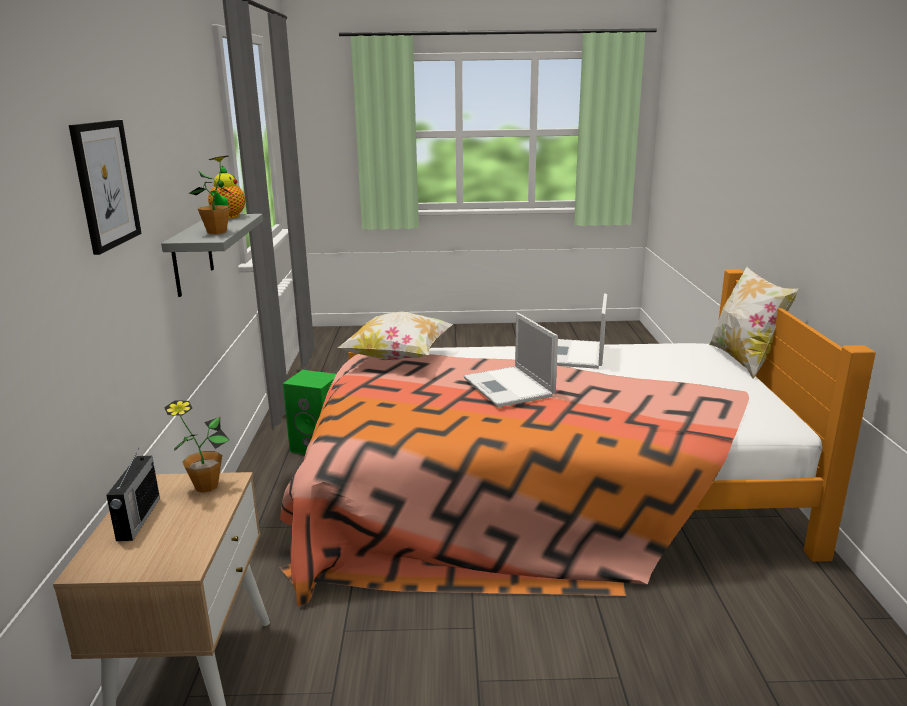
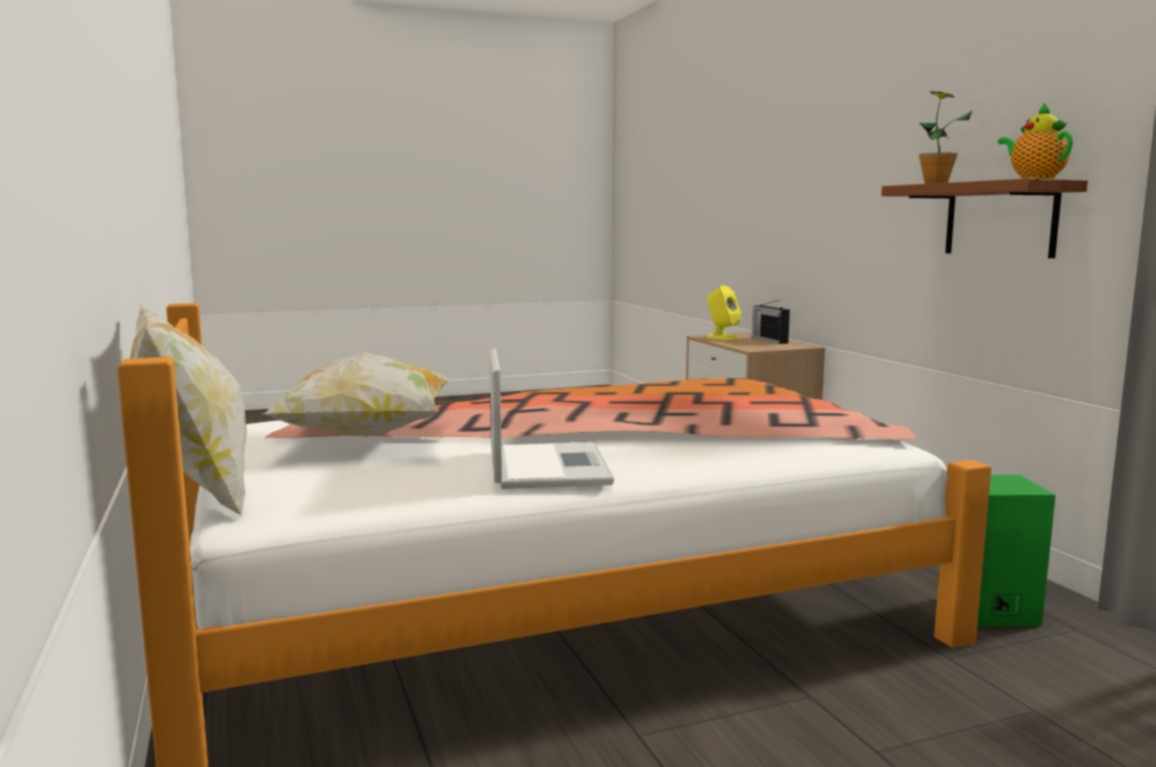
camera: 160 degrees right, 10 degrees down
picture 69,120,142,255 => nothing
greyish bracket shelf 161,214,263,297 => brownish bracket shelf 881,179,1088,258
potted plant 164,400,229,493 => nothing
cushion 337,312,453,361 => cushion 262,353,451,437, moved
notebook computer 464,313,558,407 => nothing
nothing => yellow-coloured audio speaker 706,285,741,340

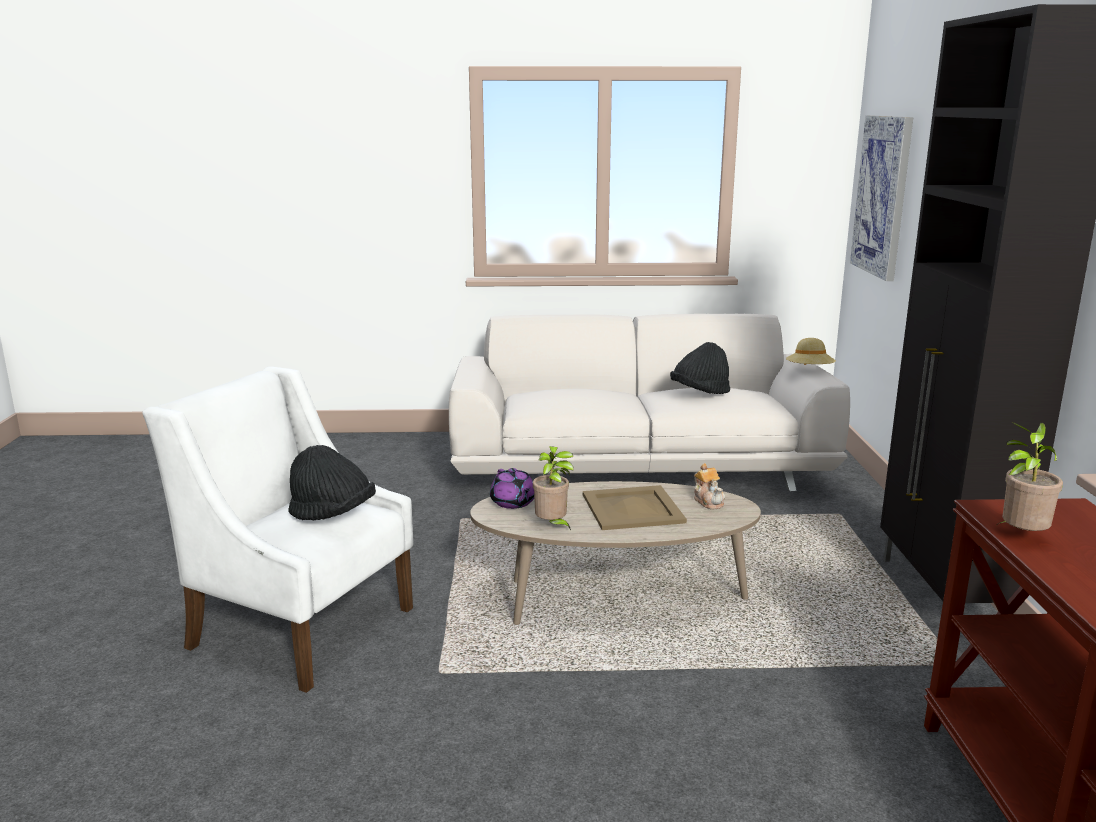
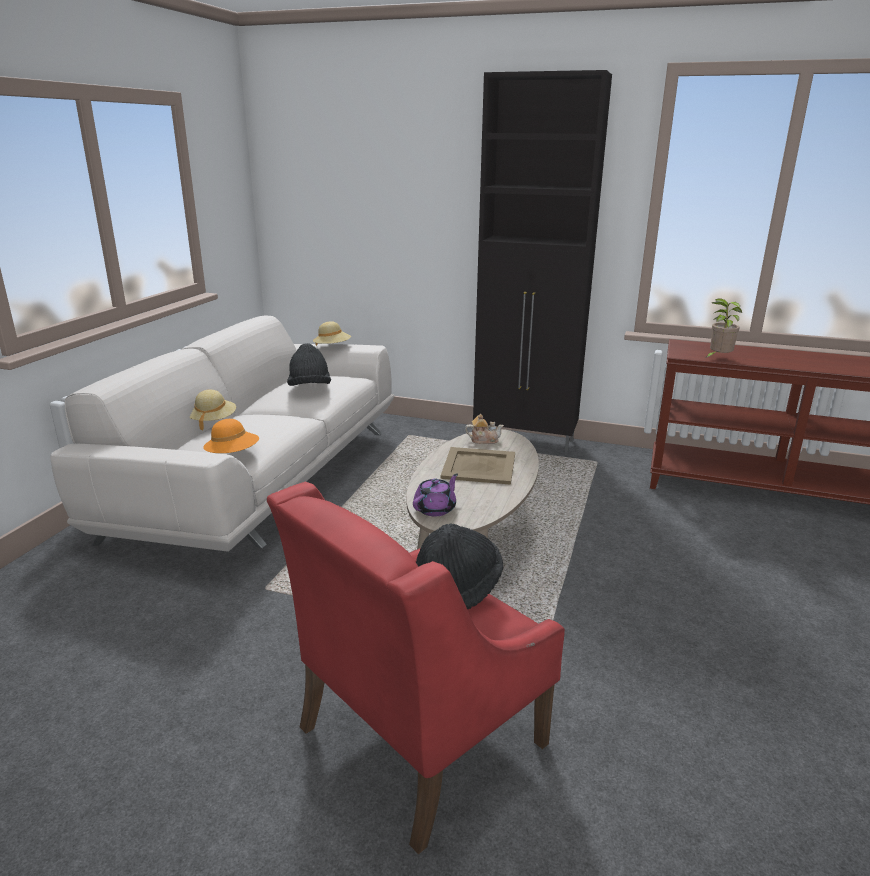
camera: 70 degrees left, 5 degrees up
white-coloured easy chair 142,366,413,693 => red easy chair 267,481,565,855
purple pot for tea 490,468,534,509 => purple pot for tea 413,474,458,516, 45 degrees counterclockwise
potted plant 533,446,574,530 => nothing
picture 850,116,913,281 => nothing
nothing => beige-coloured hat 189,390,236,431
nothing => orange-coloured hat 203,419,259,453

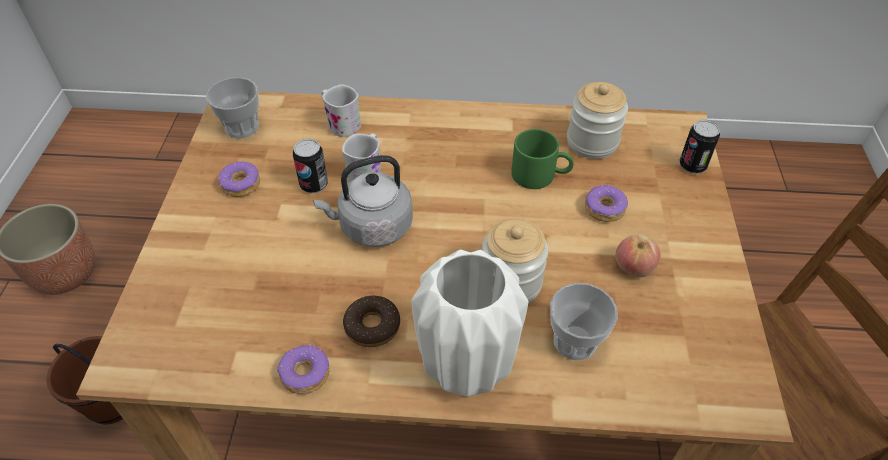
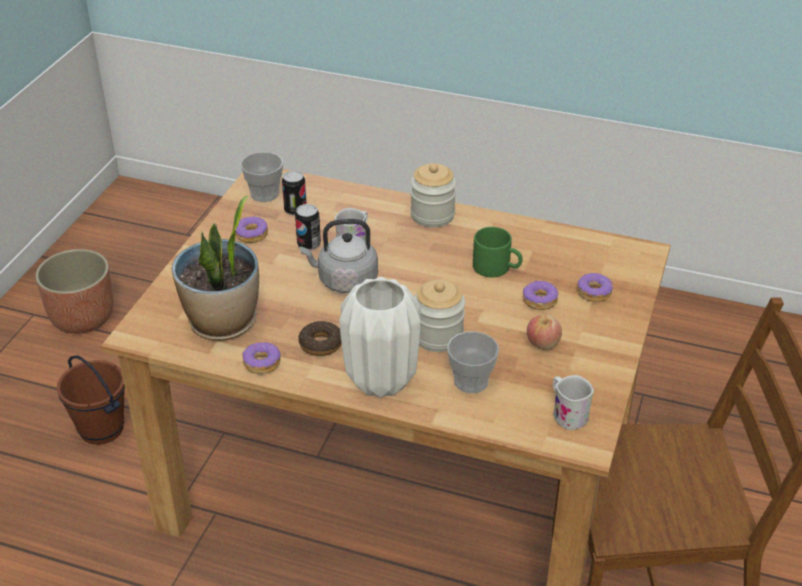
camera: 15 degrees right, 10 degrees down
white-coloured mug 321,84,361,137 => white-coloured mug 553,375,594,430, moved
preserve jar 567,82,628,159 => preserve jar 411,163,456,227, moved
can 679,120,720,174 => can 282,171,307,216, moved
nothing => potted plant 172,195,259,341
nothing => ring doughnut 577,273,613,302

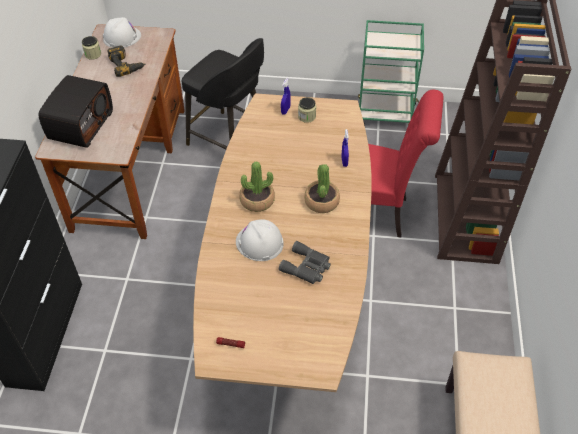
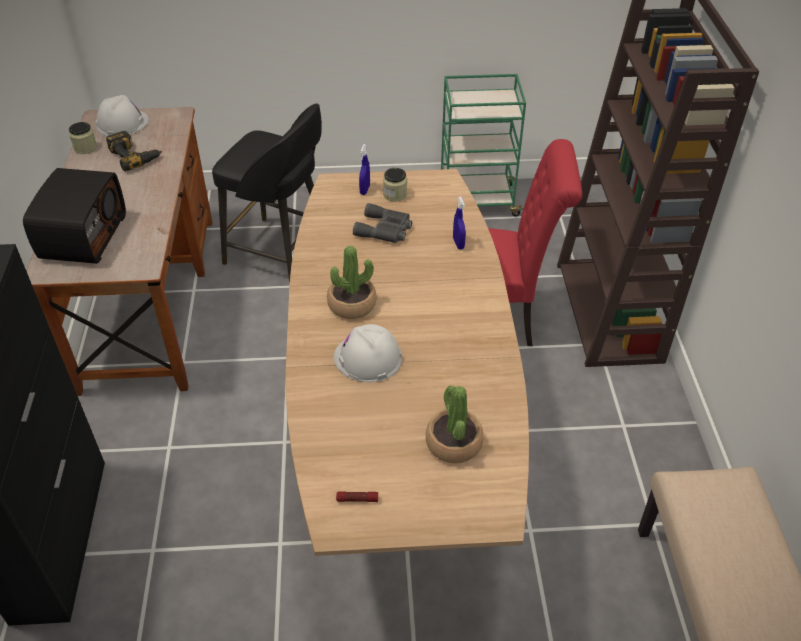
camera: 10 degrees left, 5 degrees down
greyish field glasses 279,241,331,284 => greyish field glasses 353,203,412,243, moved
potted plant 304,164,340,213 => potted plant 426,385,483,463, moved

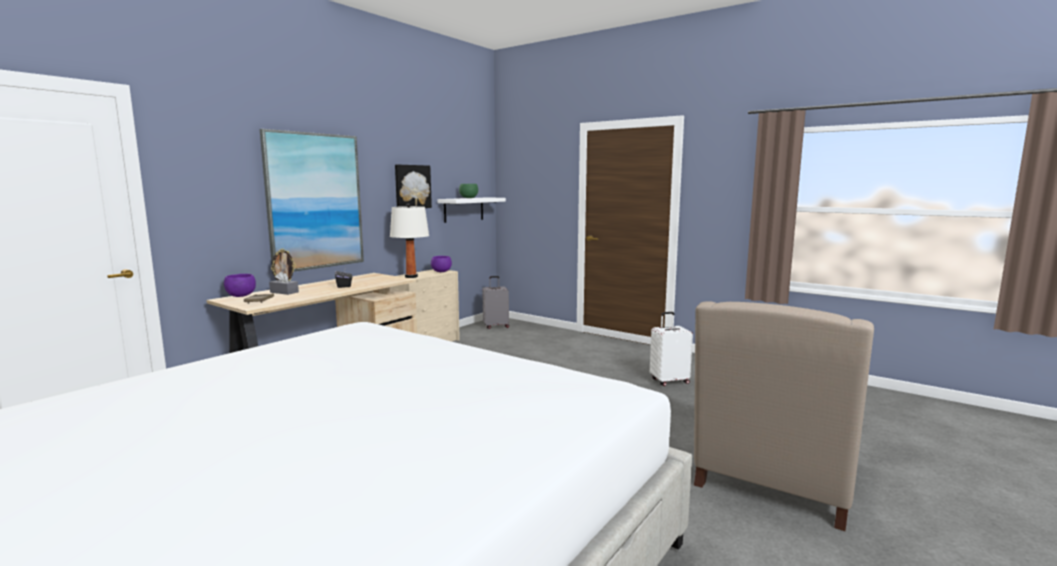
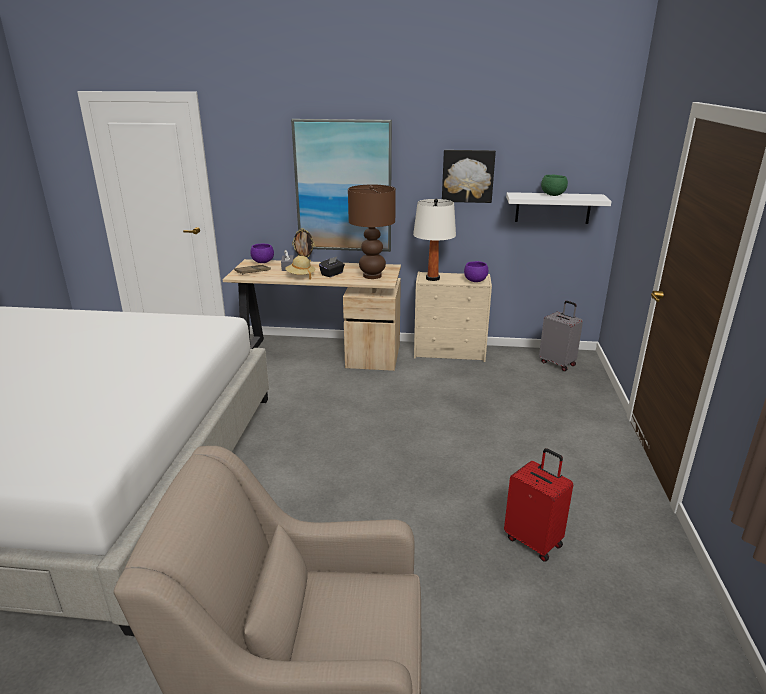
camera: 60 degrees right, 15 degrees up
white-coloured travel case 650,312,693,386 => red travel case 504,448,573,562
nothing => beige-coloured hat 285,256,315,279
nothing => brownish lamp for a table 348,185,396,279

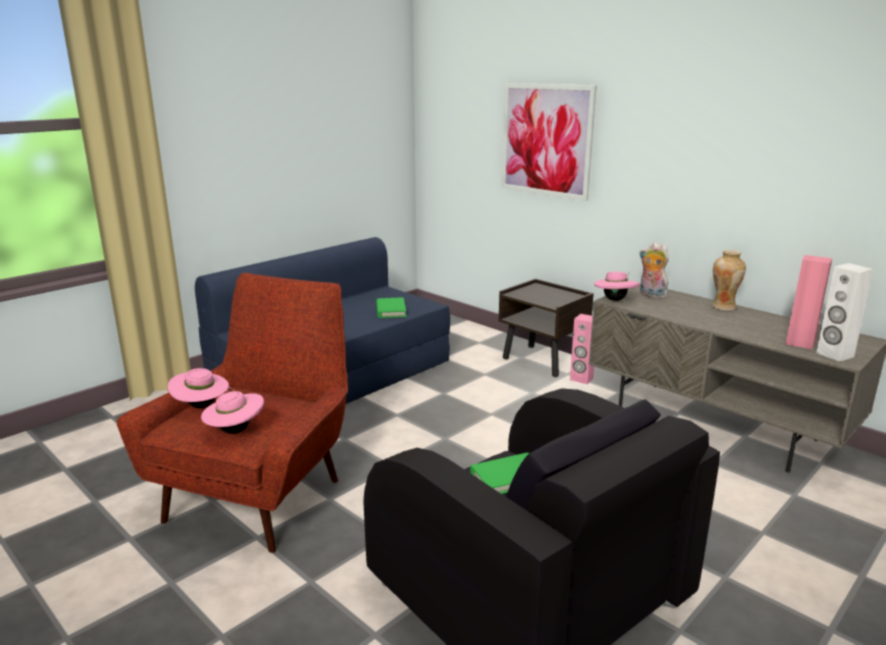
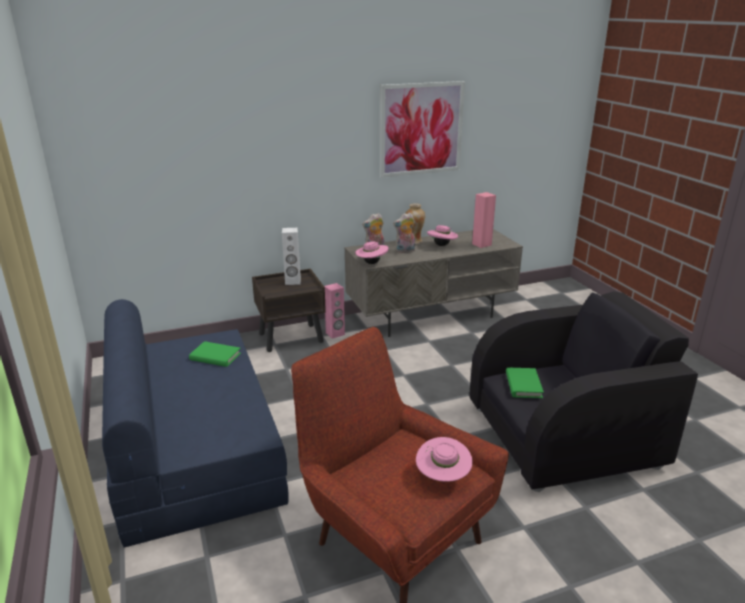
camera: 65 degrees left, 5 degrees up
pink-coloured hat 168,368,229,408 => pink-coloured hat 427,225,458,246, moved
picture 501,83,597,201 => picture 380,81,465,178, moved
white-coloured audio speaker 816,263,873,362 => white-coloured audio speaker 282,228,301,285, moved
nothing => soft toy 393,213,415,253

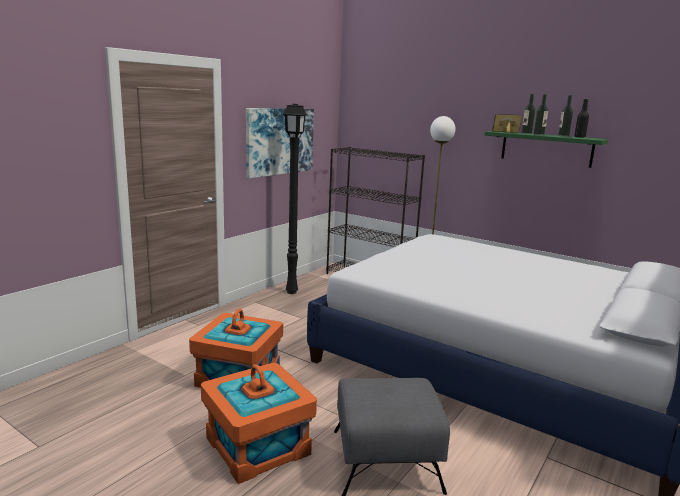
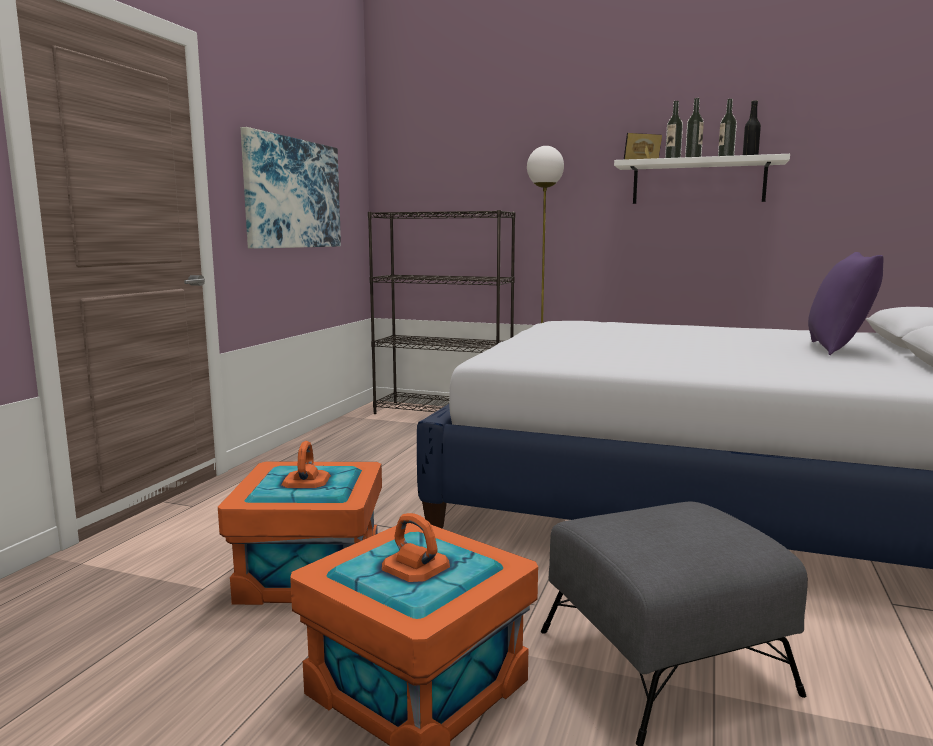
camera: 15 degrees left, 5 degrees down
black-coloured standing lamp 282,104,308,294 => nothing
green bracket shelf 484,131,608,168 => white-coloured bracket shelf 614,154,790,204
nothing => purple cushion 808,252,884,355

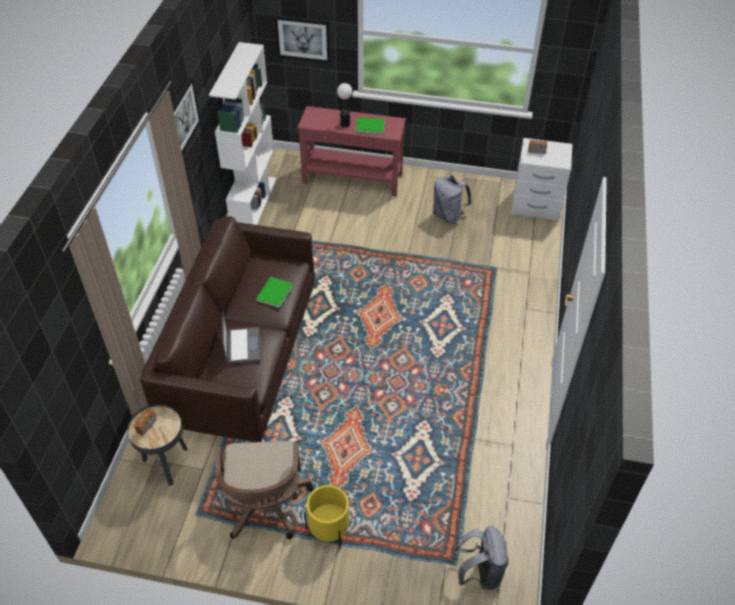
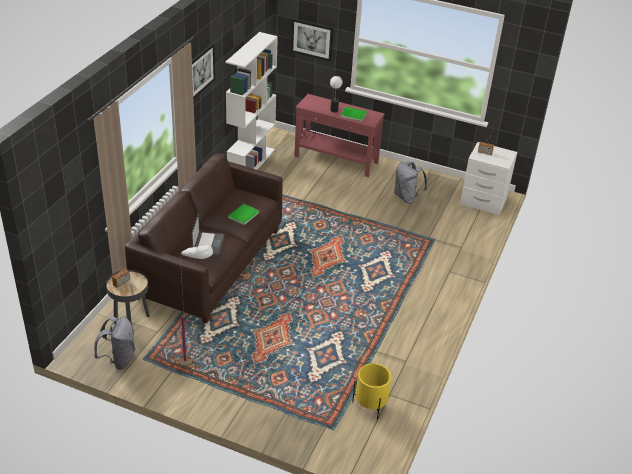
camera: 10 degrees right, 10 degrees down
brownish desk chair 215,441,313,539 => white-coloured standing lamp 178,245,213,367
yellow-coloured flower pot 304,485,349,549 => yellow-coloured flower pot 352,363,391,420, moved
greyish knapsack 454,526,509,590 => greyish knapsack 94,317,135,370, moved

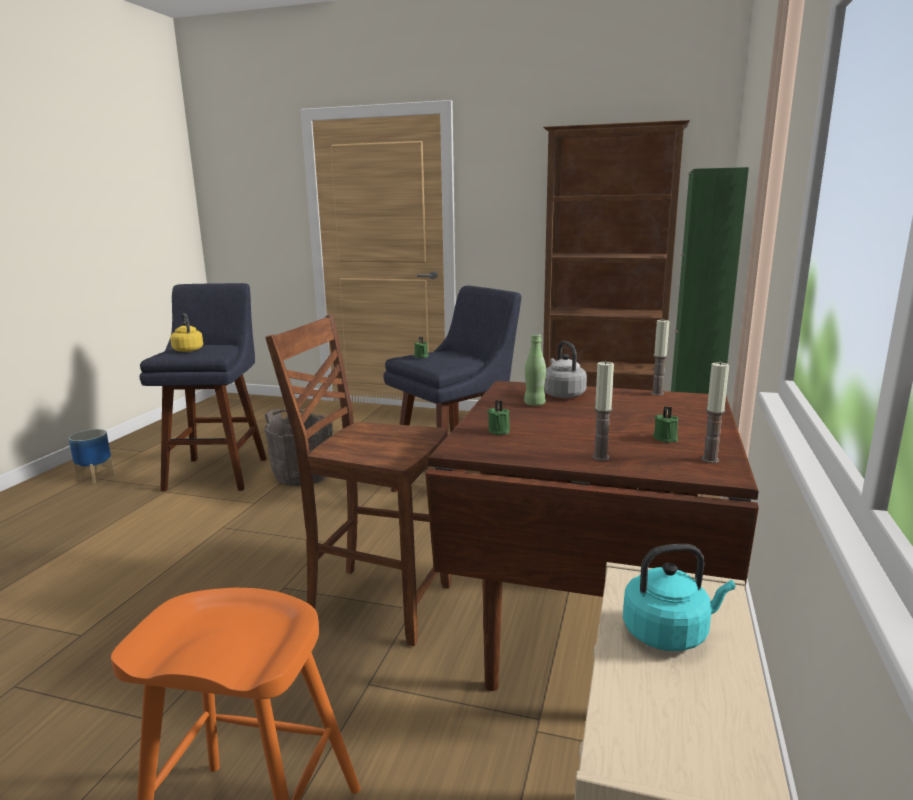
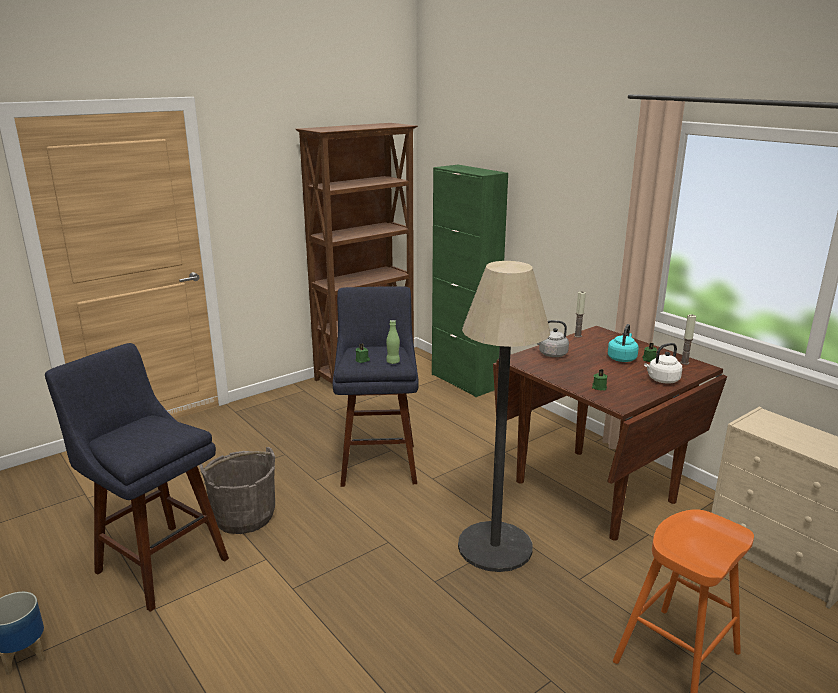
camera: 55 degrees left, 5 degrees up
yellow-coloured water kettle 170,313,203,352 => nothing
brownish plain chair 265,315,451,646 => standing lamp 458,261,550,572
green drink bottle 524,334,546,406 => green drink bottle 386,320,400,364, moved
candle 592,360,614,461 => white-coloured water kettle 644,343,682,384
blue-green water kettle 623,544,735,651 => blue-green water kettle 608,324,639,362, moved

